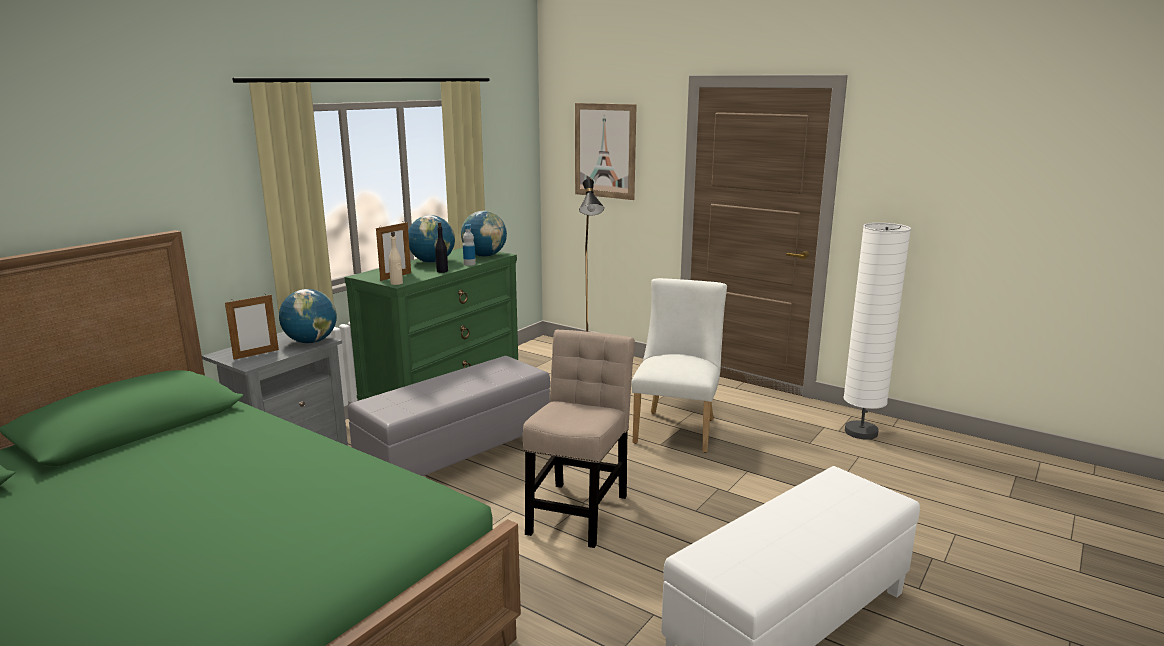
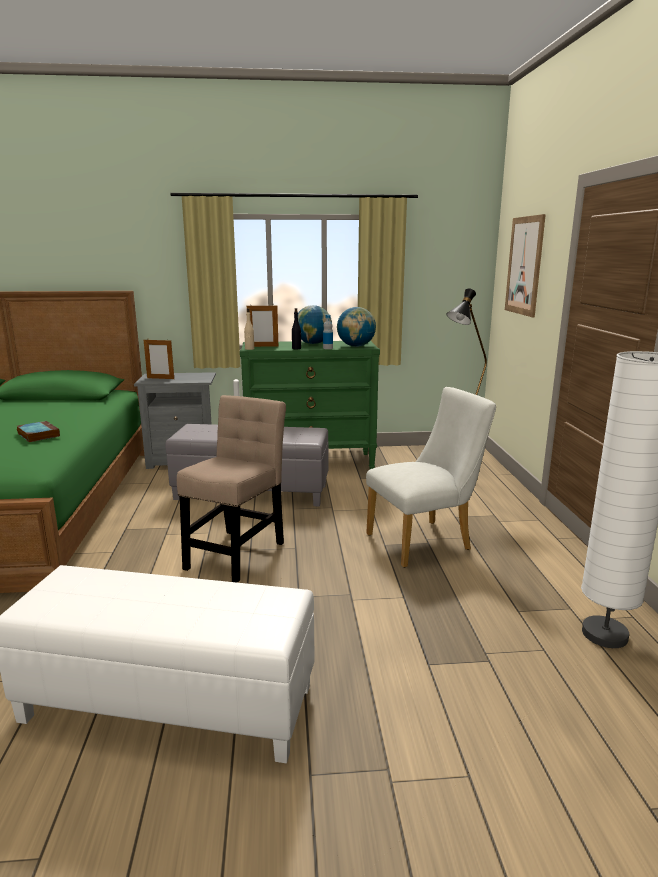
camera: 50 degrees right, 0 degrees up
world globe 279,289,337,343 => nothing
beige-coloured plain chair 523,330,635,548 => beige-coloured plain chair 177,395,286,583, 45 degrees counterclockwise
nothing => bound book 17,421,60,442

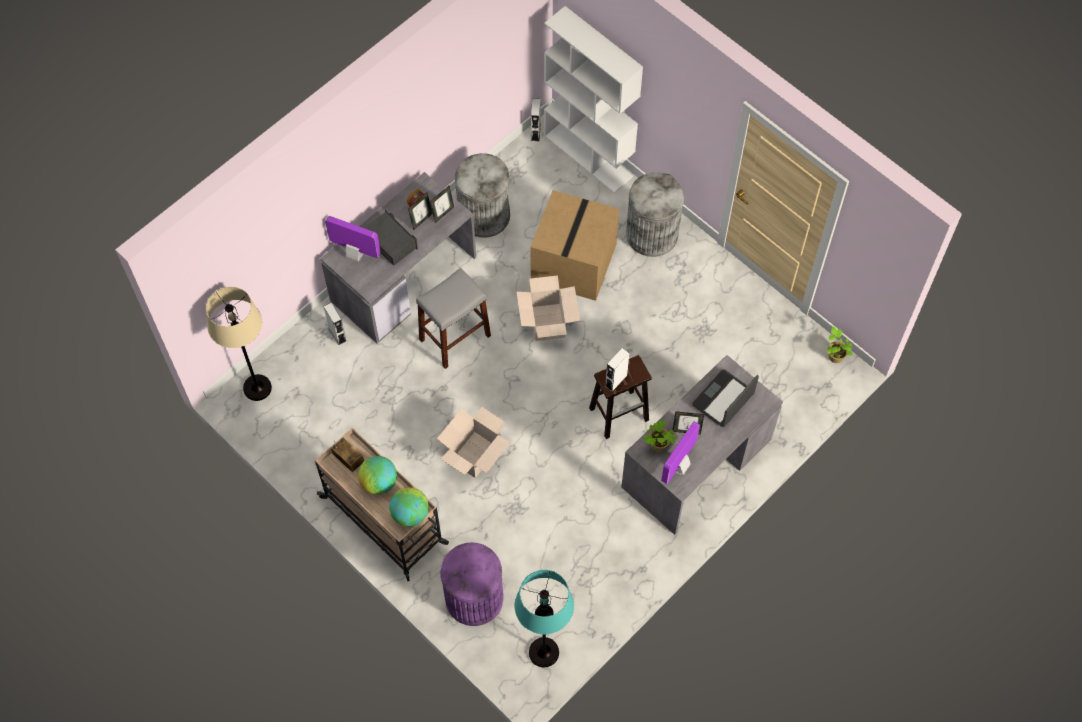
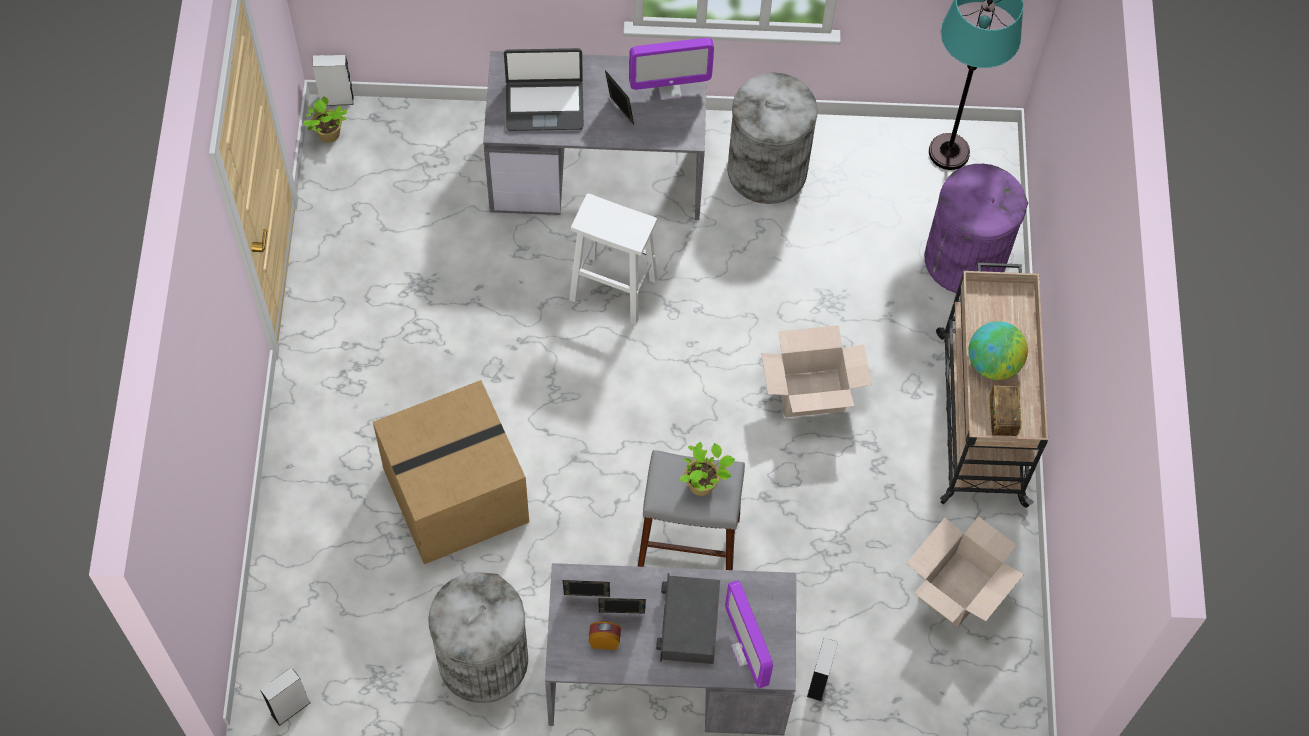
camera: 135 degrees left, 0 degrees up
beige-coloured standing lamp 206,287,272,401 => nothing
world globe 390,487,429,527 => nothing
carton 517,275,580,341 => carton 907,516,1024,627, moved
white-coloured bookcase 544,6,643,193 => nothing
brownish stool 589,355,652,439 => white-coloured stool 569,193,658,324
white-coloured audio speaker 605,348,629,392 => white-coloured audio speaker 313,55,354,106, moved
greyish trash can 626,172,684,257 => greyish trash can 727,72,818,204, moved
potted plant 643,420,677,452 => potted plant 680,442,735,496, moved

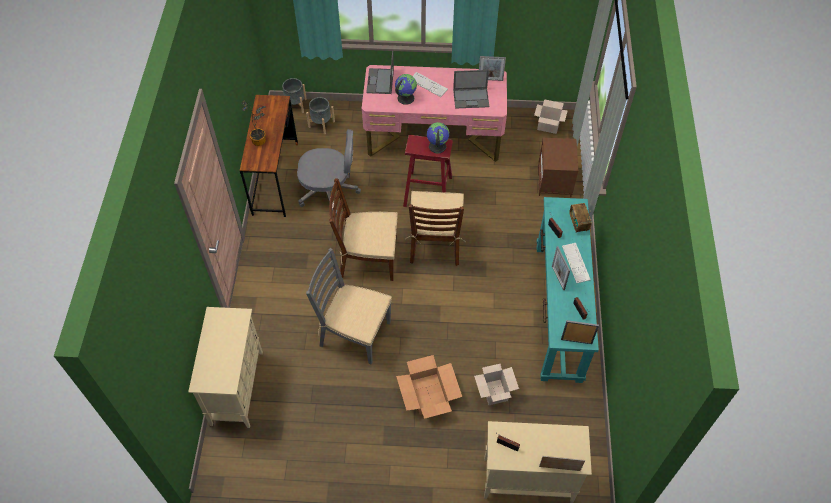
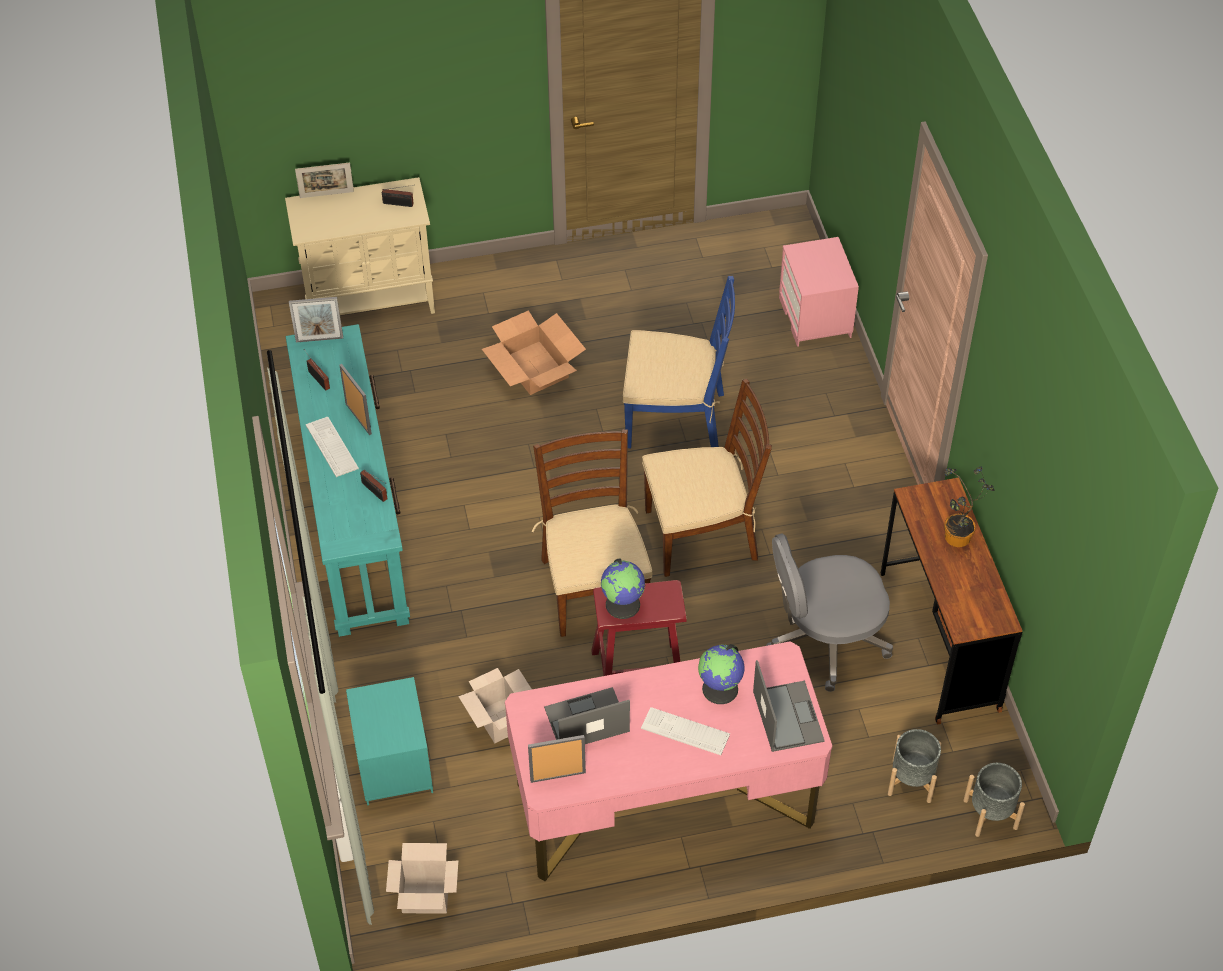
camera: 165 degrees right, 5 degrees down
beige-coloured cupboard 188,307,263,428 => pink-coloured nightstand 779,237,859,347
greyish plain chair 306,248,392,364 => blue plain chair 623,276,735,448
carton 474,364,519,405 => carton 458,668,532,743, moved
brownish nightstand 538,138,578,197 => blue-green nightstand 346,677,433,806
radio set 569,203,592,233 => nothing

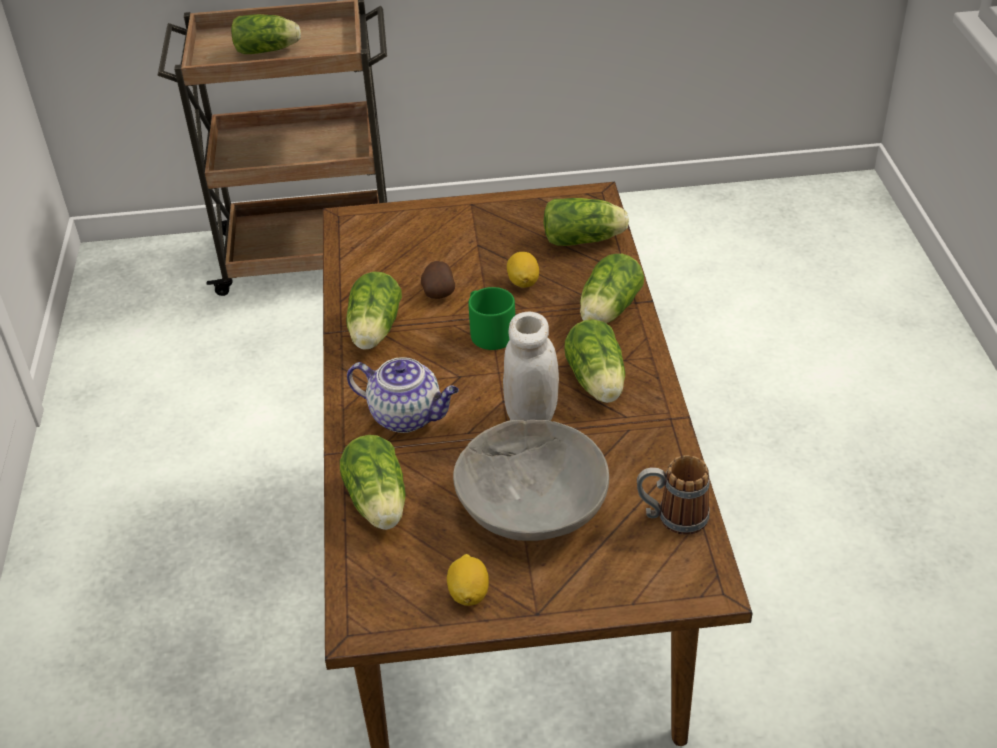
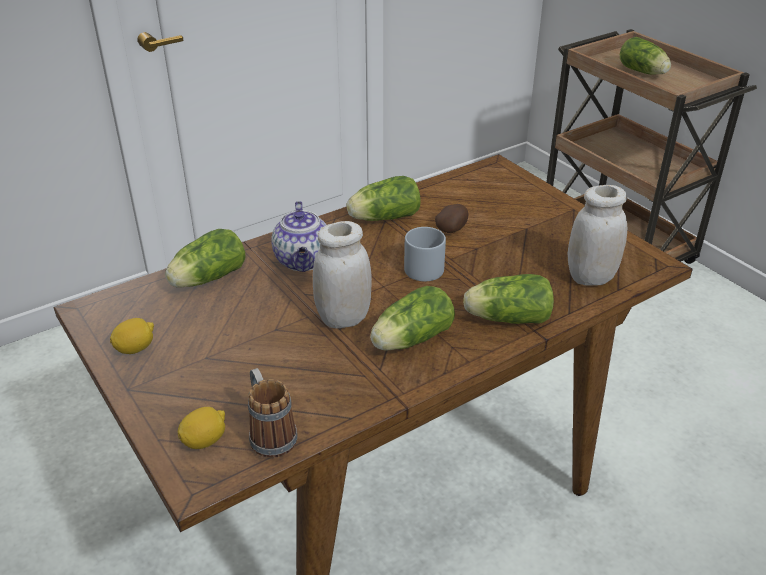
camera: 60 degrees right, 5 degrees down
greyish deep dish 453,420,609,541 => nothing
green mug 468,287,515,350 => greyish mug 404,227,446,281
citrus fruit 507,252,539,288 => citrus fruit 178,407,225,449, moved
head of lettuce 543,198,629,246 => white-coloured preserve jar 567,185,627,285

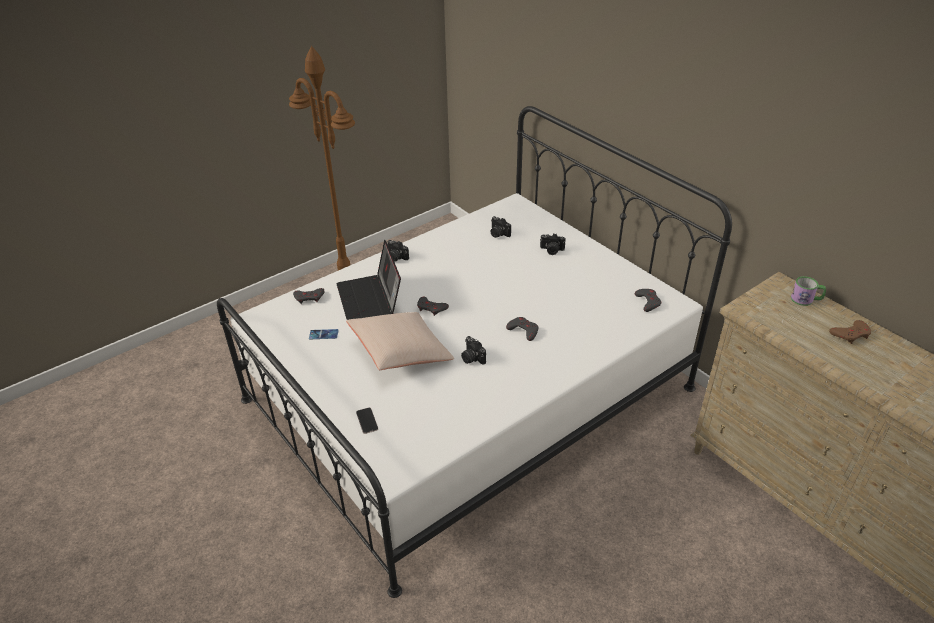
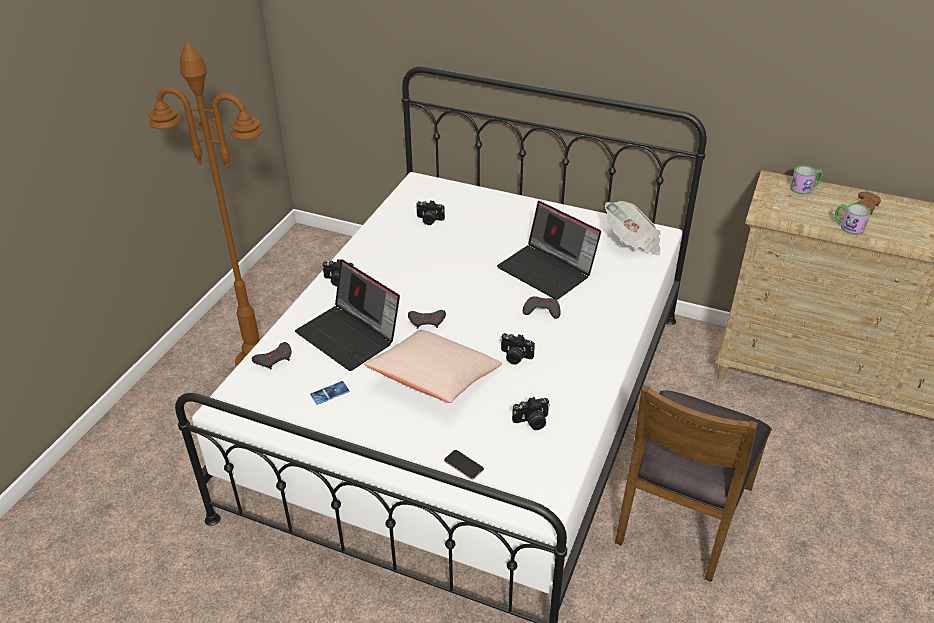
camera: 30 degrees left, 0 degrees up
still camera 540,233,566,255 => still camera 512,397,550,430, moved
greyish gamepad 635,289,661,312 => daily paper 605,201,660,255
nothing => notebook computer 497,201,601,300
nothing => brownish plain chair 615,385,772,582
nothing => mug 835,204,871,235

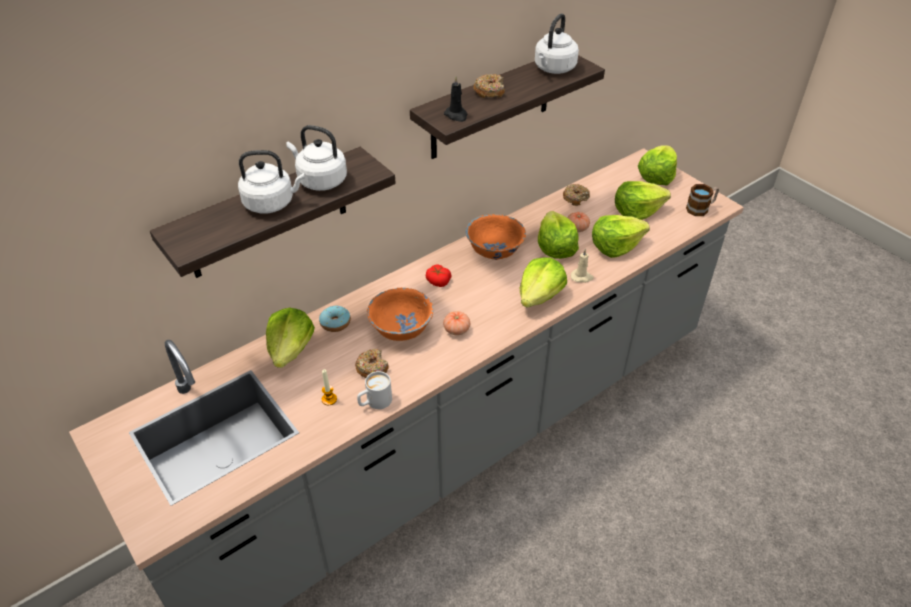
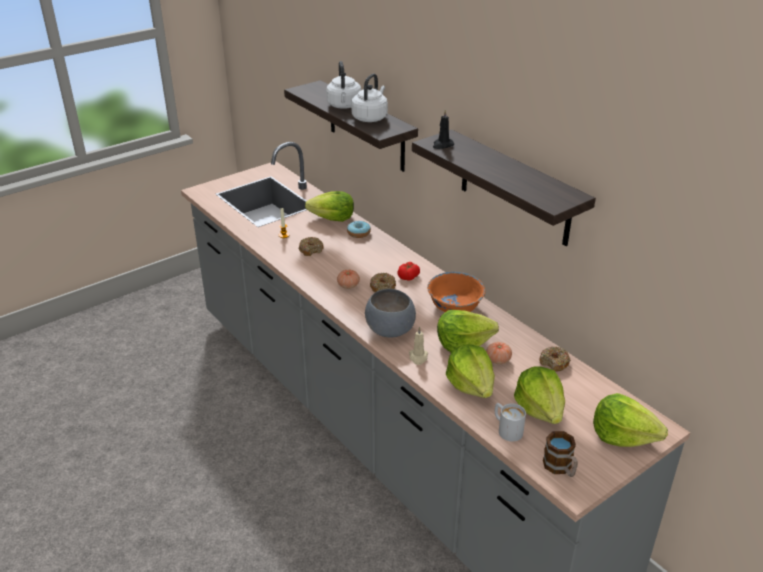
camera: 90 degrees right, 10 degrees down
white-coloured mug 357,371,392,409 => white-coloured mug 495,403,526,442, moved
orange-coloured deep dish 367,288,434,341 => nothing
ring doughnut 474,74,505,98 => ring doughnut 370,273,396,292, moved
head of lettuce 520,257,567,308 => greyish deep dish 365,289,416,338
white-coloured water kettle 535,13,579,74 => nothing

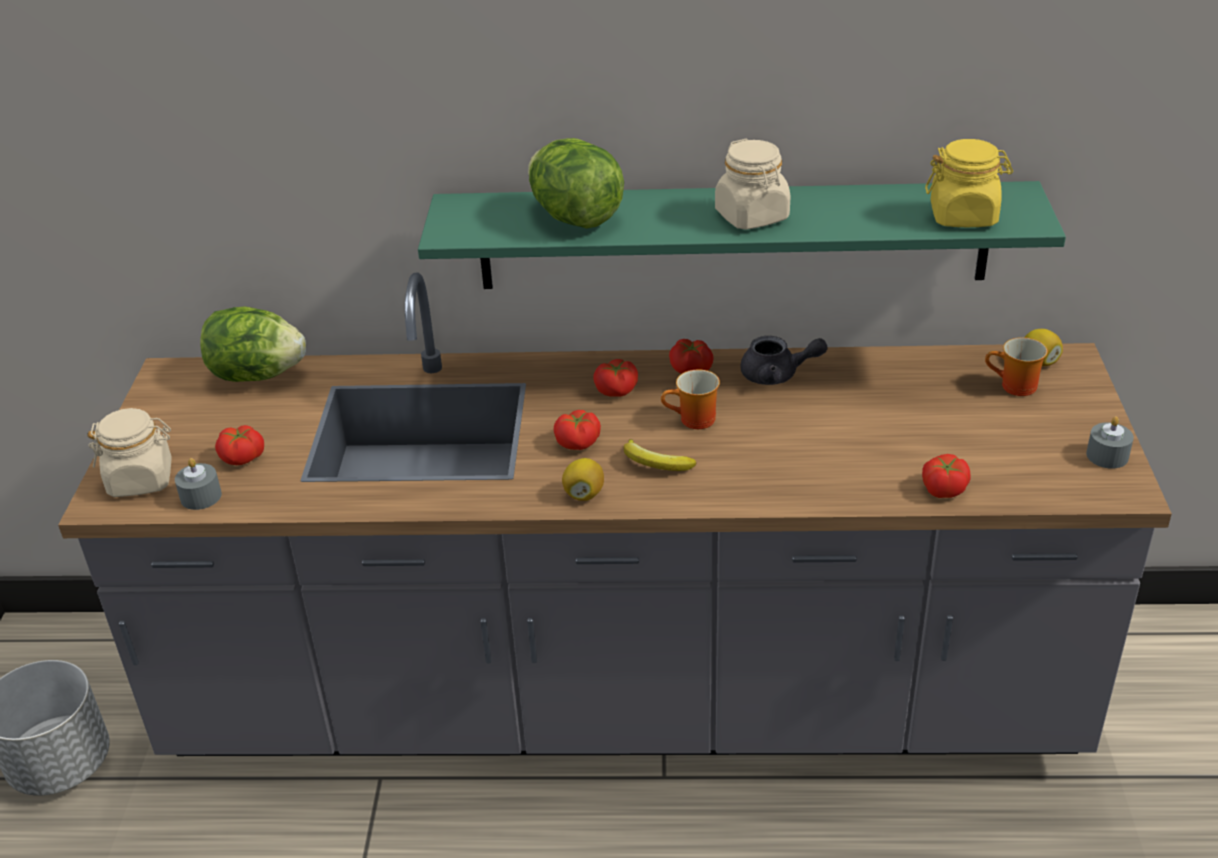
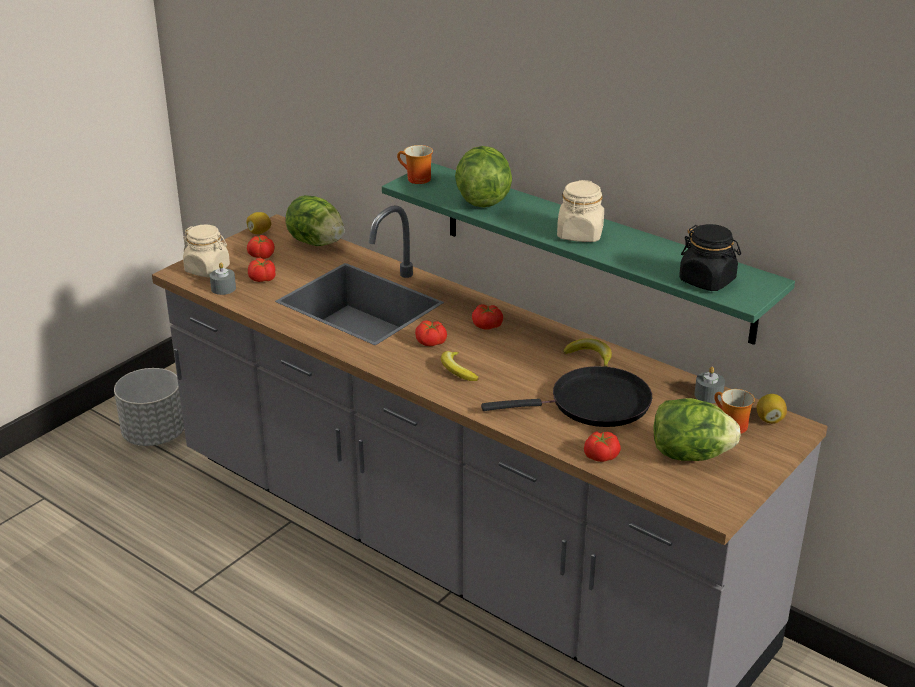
camera: 35 degrees right, 5 degrees down
citrus fruit 562,458,604,501 => citrus fruit 246,212,271,234, moved
mug 661,370,720,429 => mug 397,145,433,184, moved
whole tomato 669,339,714,374 => whole tomato 247,235,275,259, moved
greyish pot for tea 740,336,827,385 => banana fruit 563,338,612,367
yellow-coloured preserve jar 925,139,1013,227 => black-coloured preserve jar 679,224,741,291
greyish candle 1086,416,1134,469 => greyish candle 694,367,725,403, moved
nothing => black-coloured pan 481,366,652,427
nothing => head of lettuce 653,398,741,461

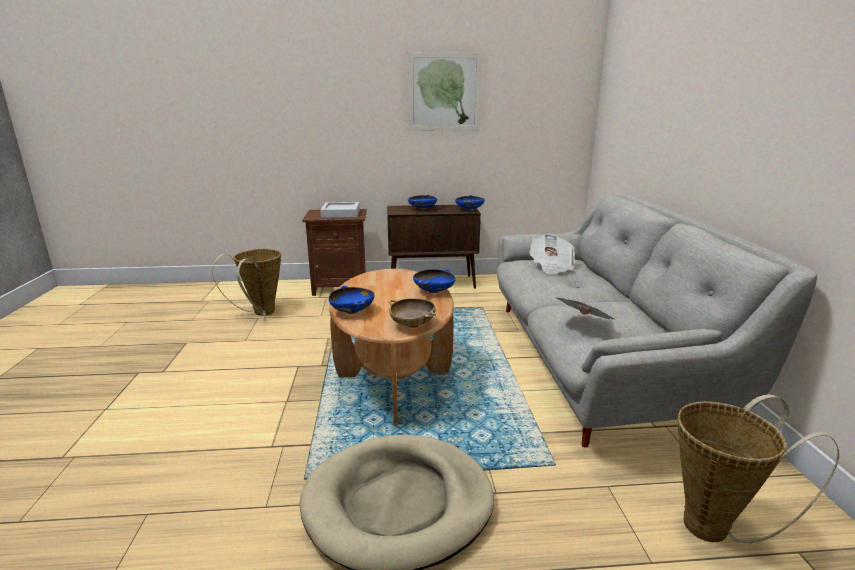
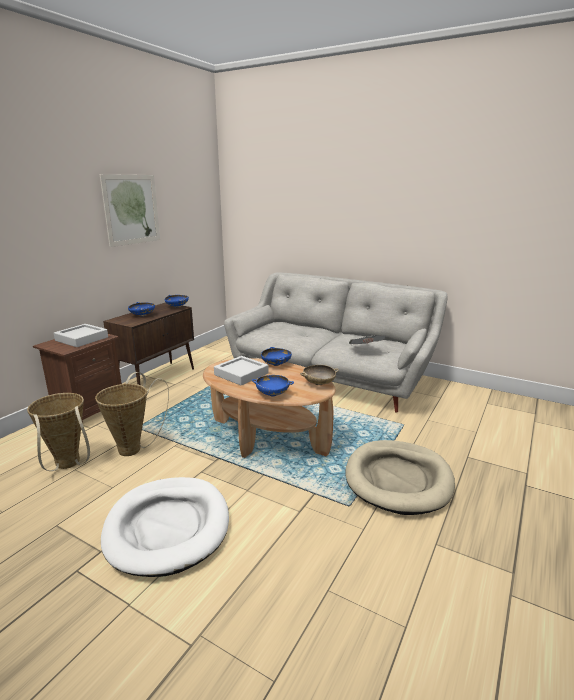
camera: 55 degrees left, 0 degrees up
daily paper 529,234,575,274 => nothing
basket 678,394,839,543 => basket 95,372,169,456, moved
nothing => white-coloured dog bed 101,477,229,577
nothing => greyish serving tray 214,356,269,386

